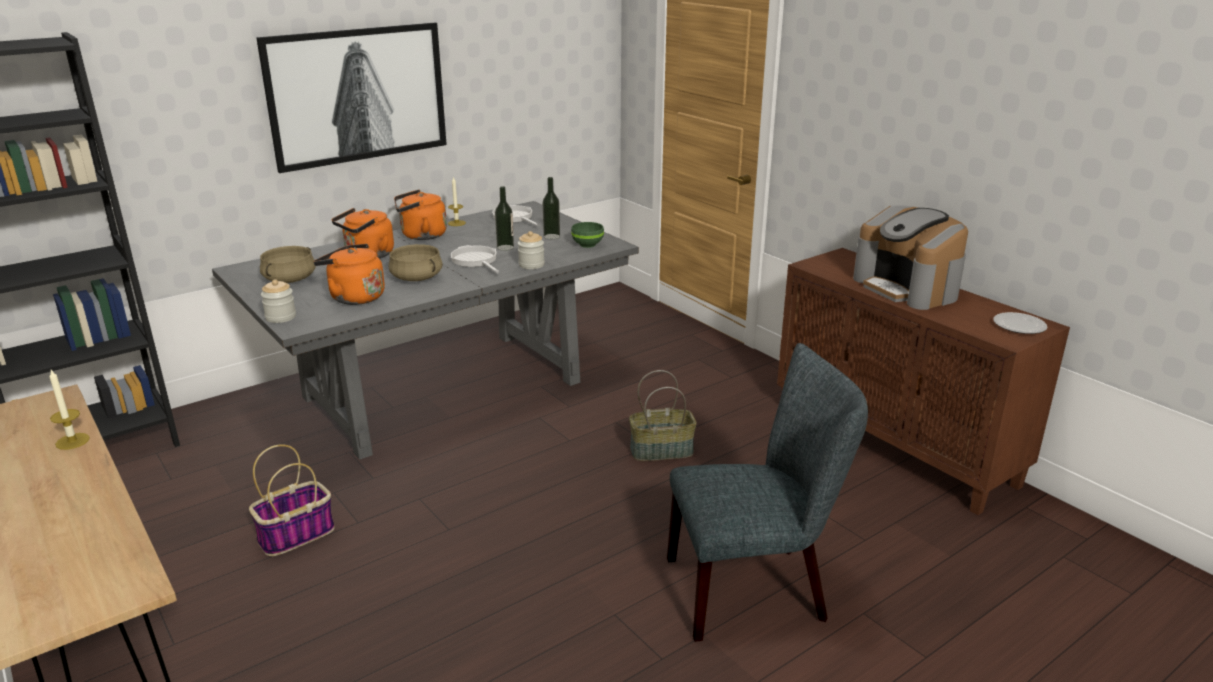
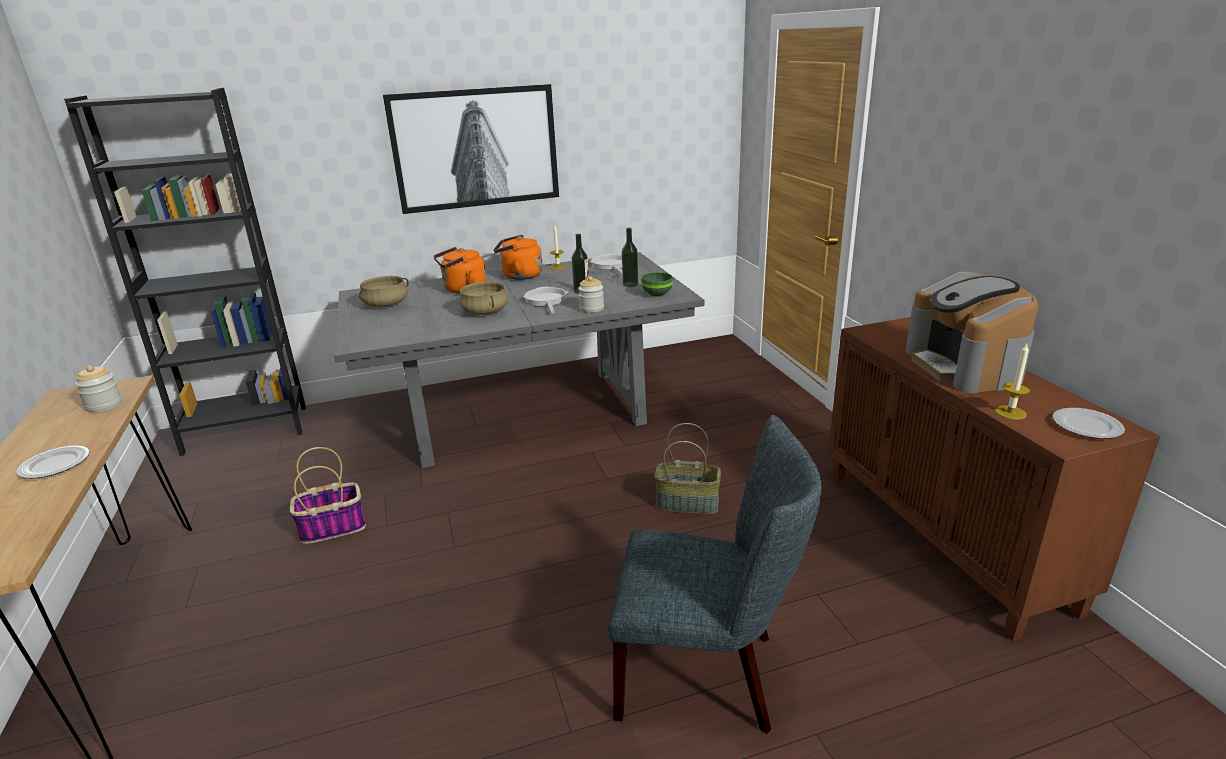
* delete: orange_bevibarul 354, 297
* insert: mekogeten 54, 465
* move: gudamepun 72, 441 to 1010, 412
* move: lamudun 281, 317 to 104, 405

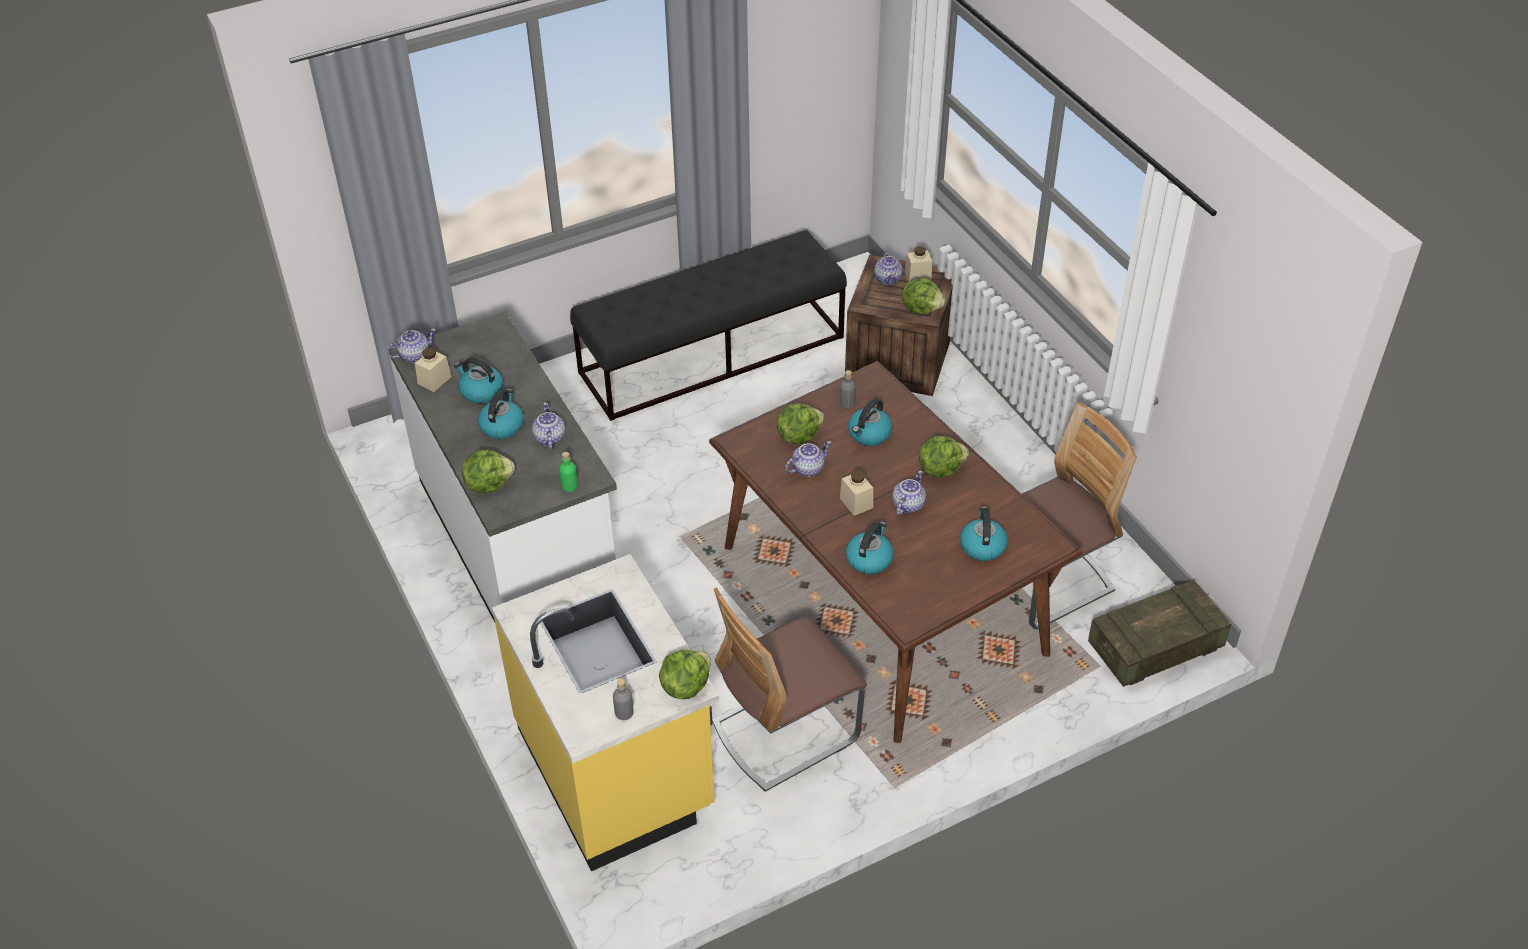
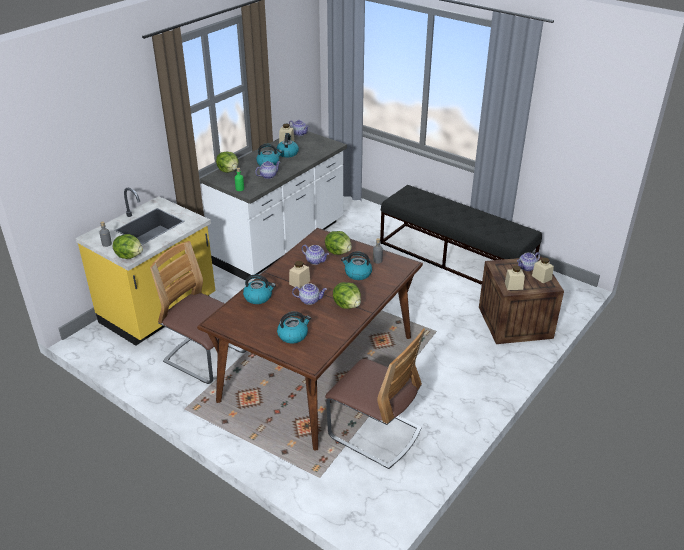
* delete: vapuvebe 1155, 647
* replace: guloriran 921, 308 to beige_lamudun 513, 286

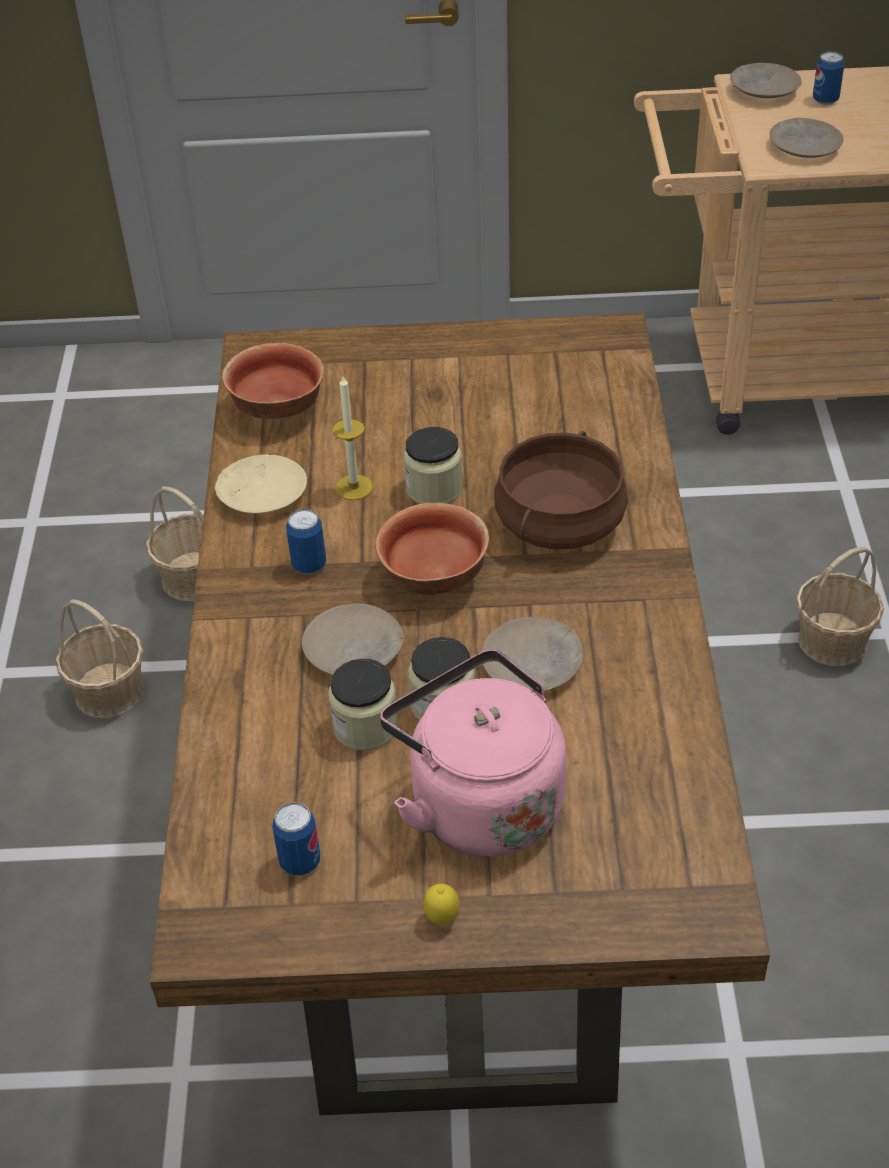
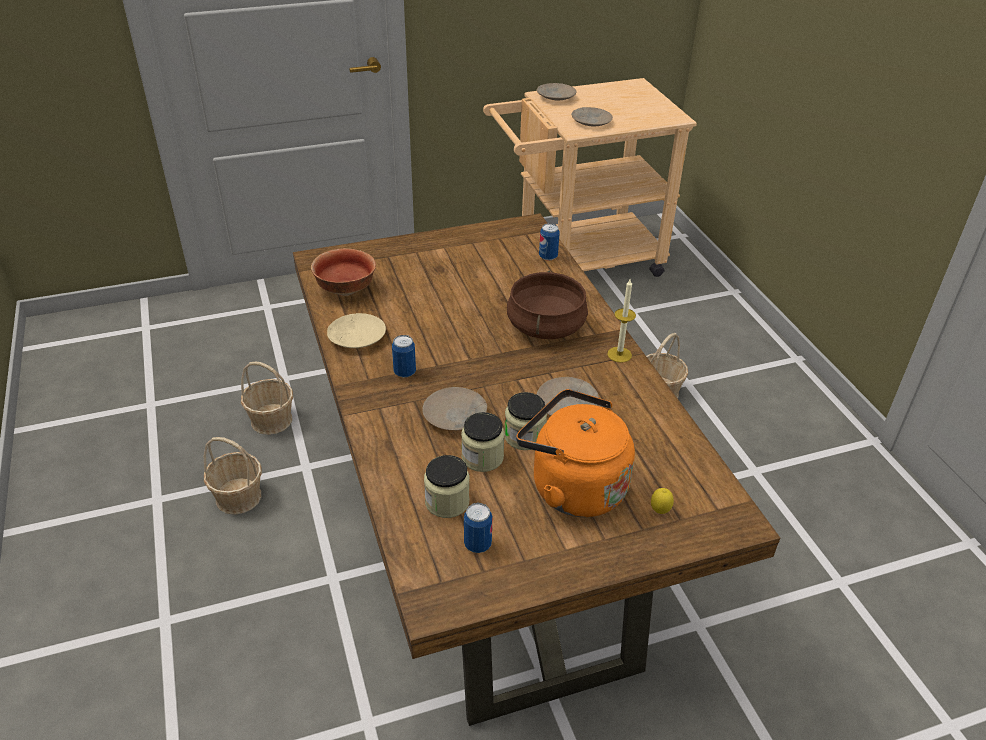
* delete: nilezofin 435, 579
* move: gudamepun 354, 487 to 619, 354
* move: lamudun 434, 489 to 447, 502
* move: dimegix 442, 919 to 660, 511
* move: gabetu 825, 100 to 548, 256
* recolor: pink_bevibarul 479, 801 to orange_bevibarul 572, 487

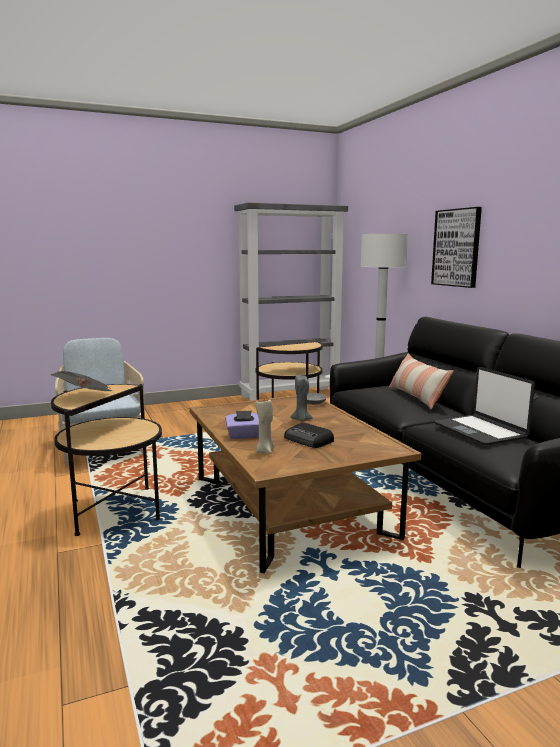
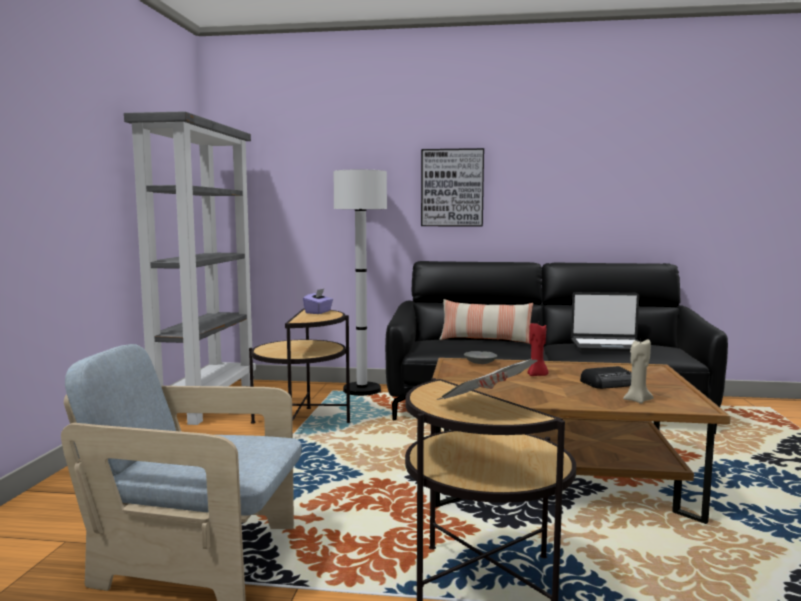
* move: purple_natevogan 244, 436 to 318, 312
* recolor: grey_gudamepun 301, 420 to red_gudamepun 537, 375

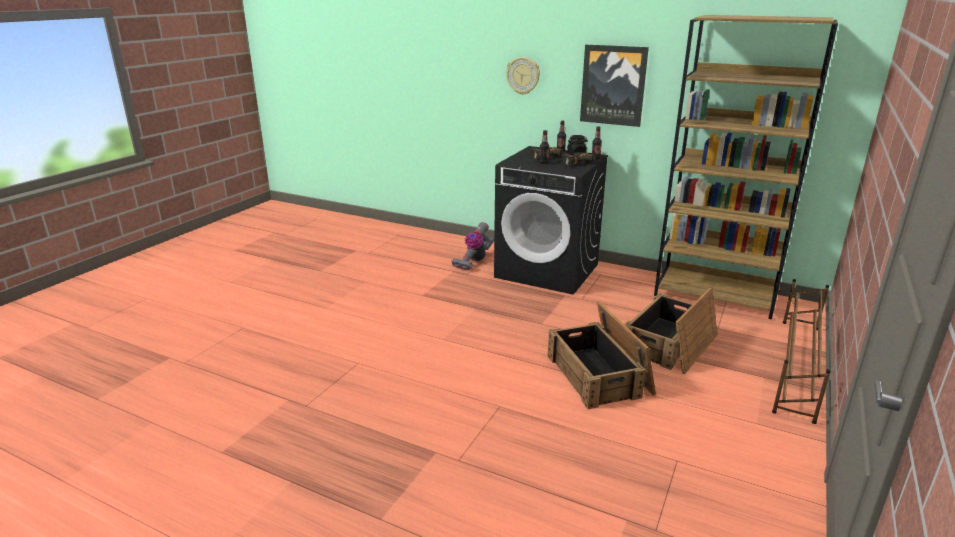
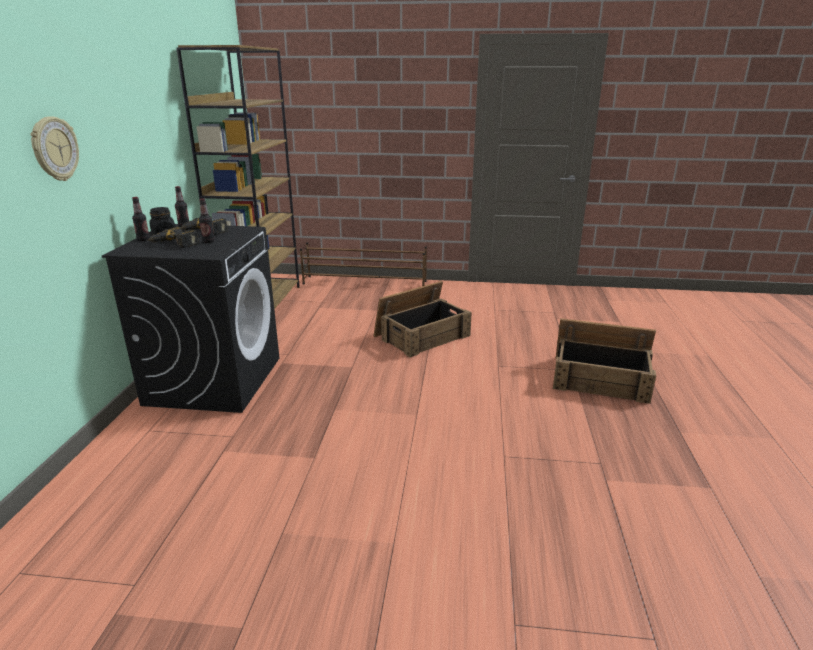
* delete: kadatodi 474, 260
* delete: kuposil 613, 85
* move: vapuvebe 670, 344 to 600, 378

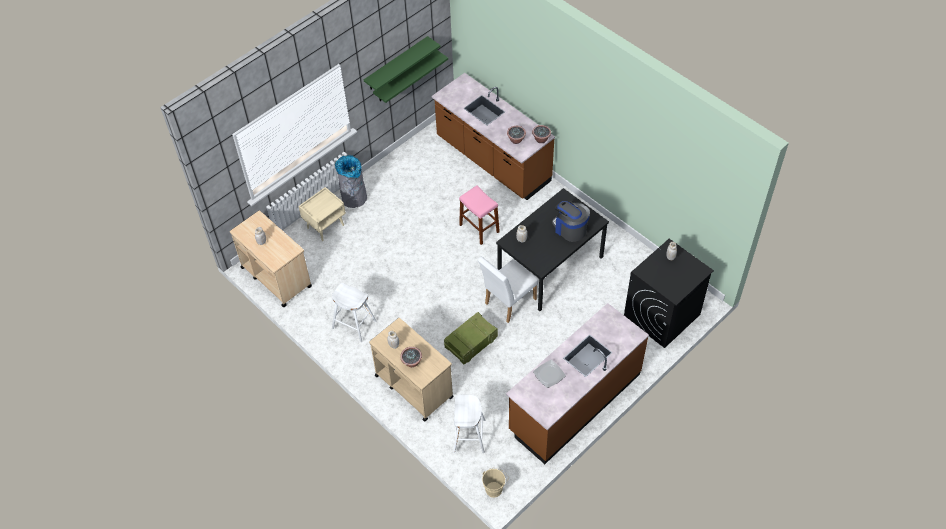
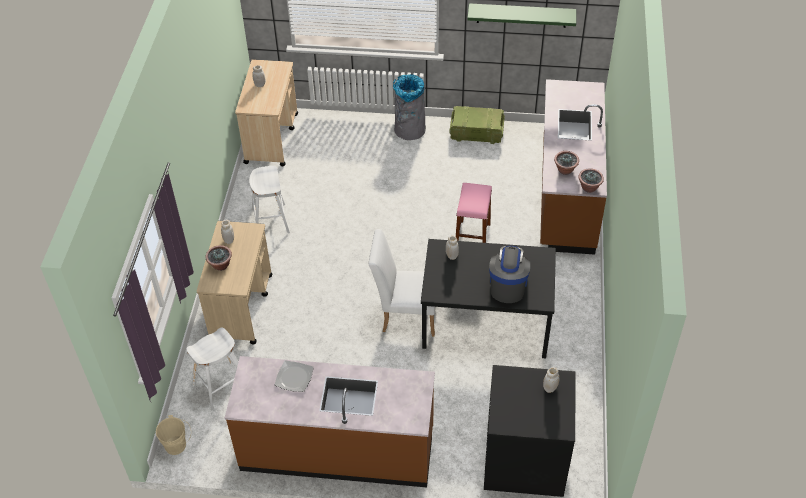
* delete: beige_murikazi 325, 226
* delete: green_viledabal 405, 76
* move: vapuvebe 471, 342 to 477, 132

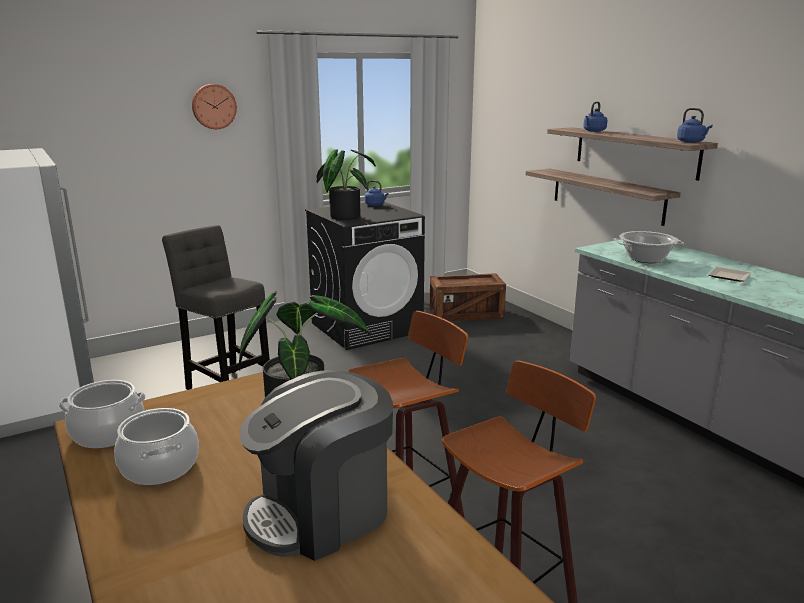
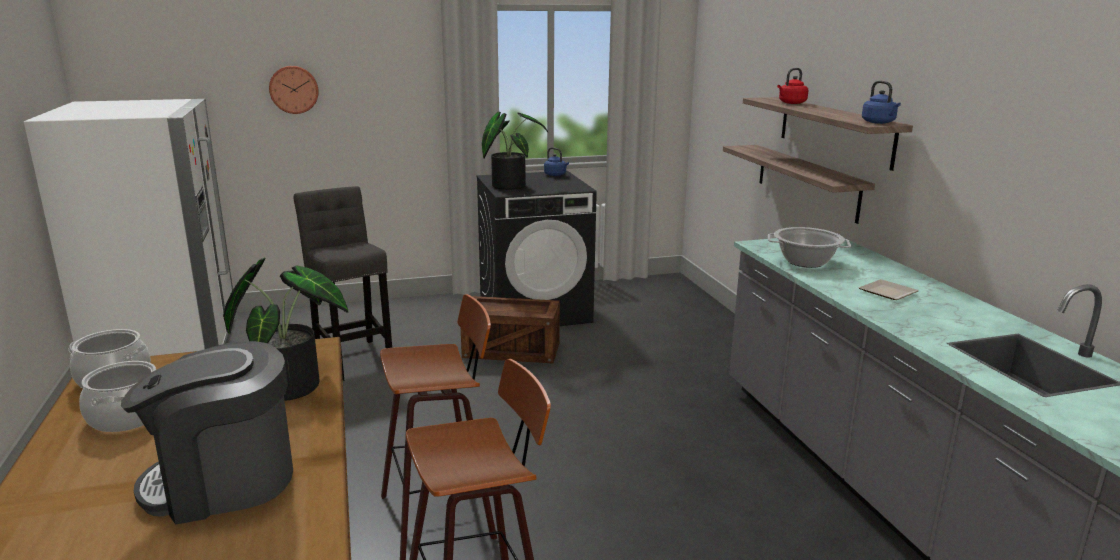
* move: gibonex 213, 106 to 294, 89
* move: vapuvebe 466, 314 to 511, 351
* recolor: blue_bevibarul 593, 131 to red_bevibarul 791, 103

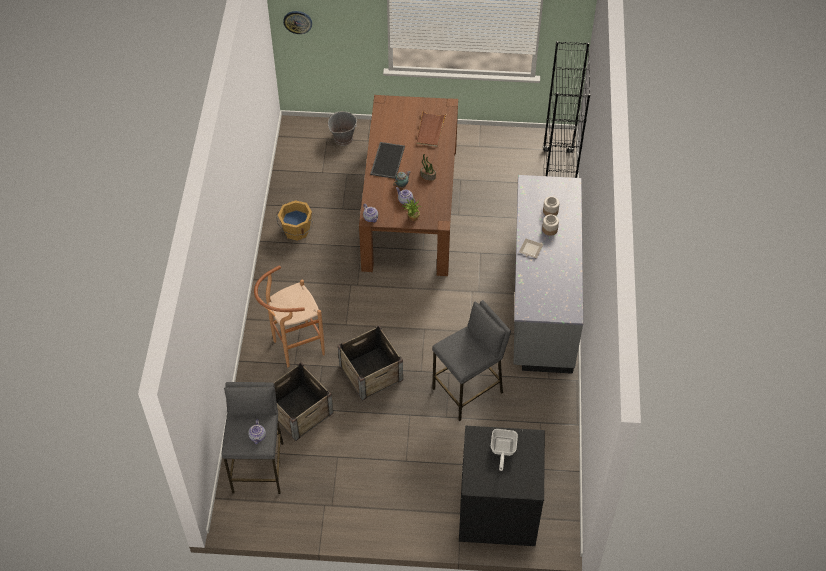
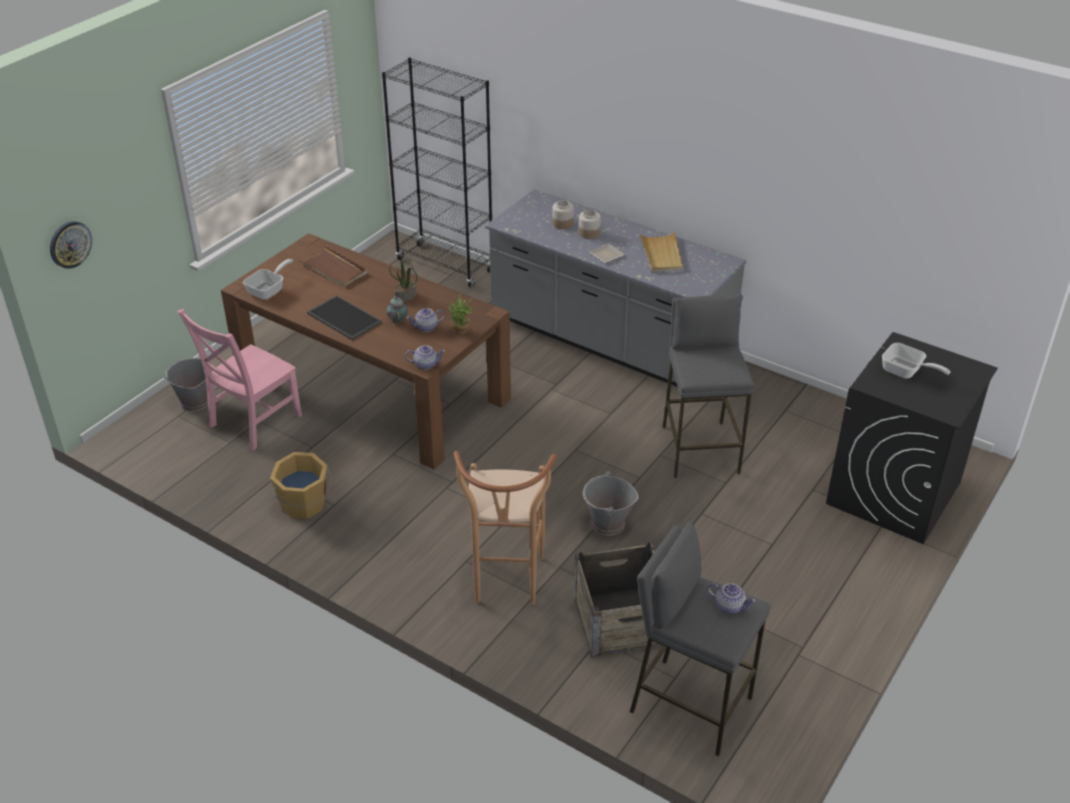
* insert: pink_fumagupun 252, 422
* insert: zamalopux 269, 290
* insert: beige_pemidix 661, 254
* replace: vapuvebe 370, 373 to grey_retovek 607, 524

